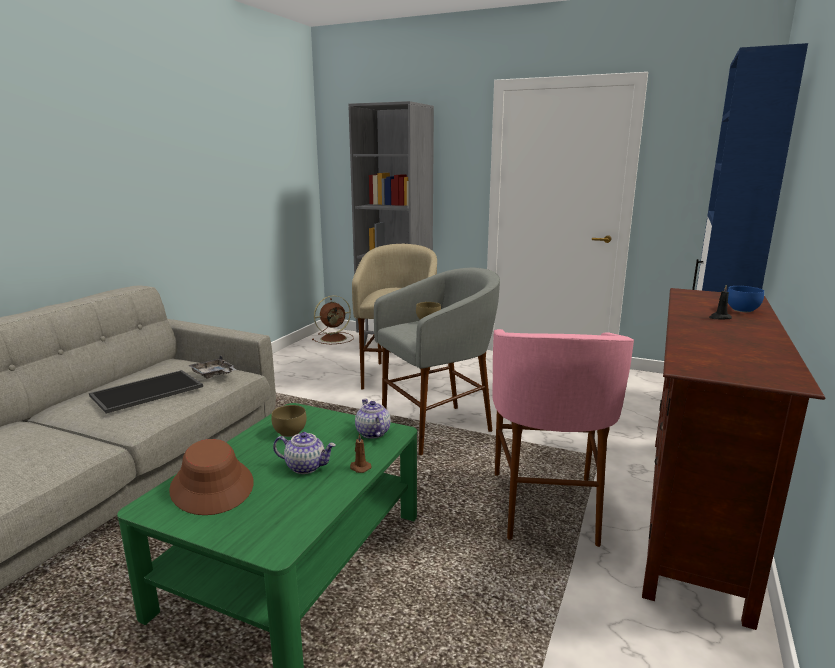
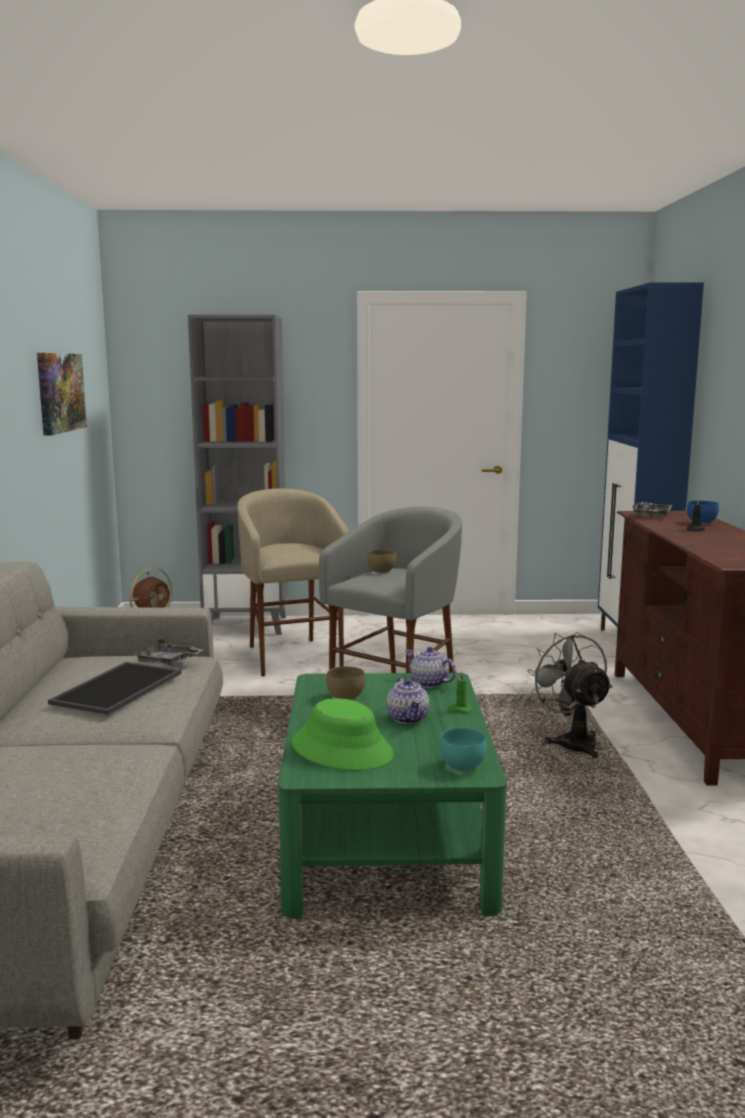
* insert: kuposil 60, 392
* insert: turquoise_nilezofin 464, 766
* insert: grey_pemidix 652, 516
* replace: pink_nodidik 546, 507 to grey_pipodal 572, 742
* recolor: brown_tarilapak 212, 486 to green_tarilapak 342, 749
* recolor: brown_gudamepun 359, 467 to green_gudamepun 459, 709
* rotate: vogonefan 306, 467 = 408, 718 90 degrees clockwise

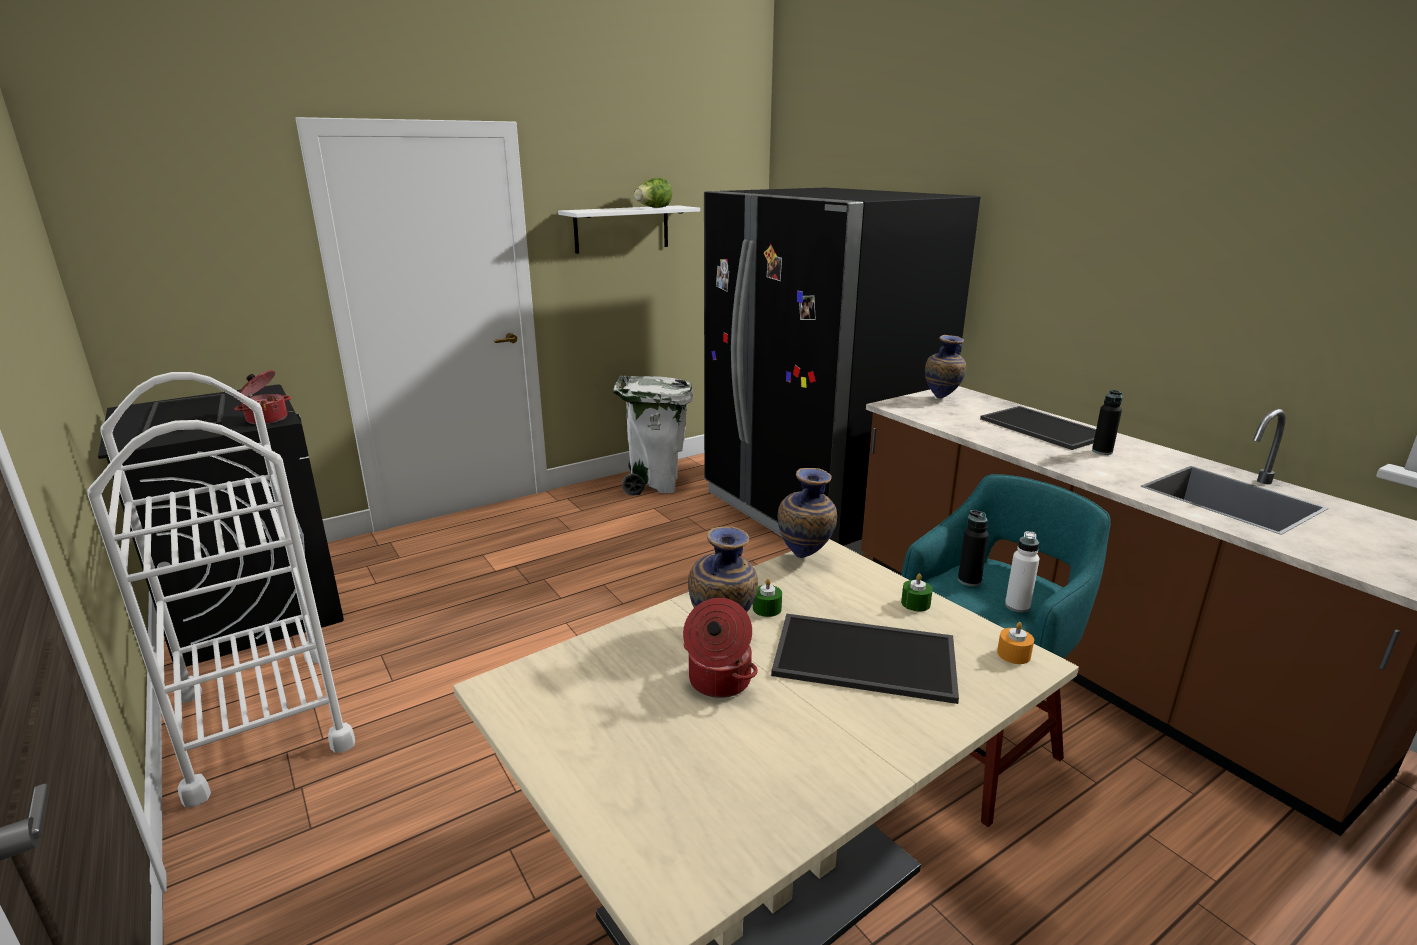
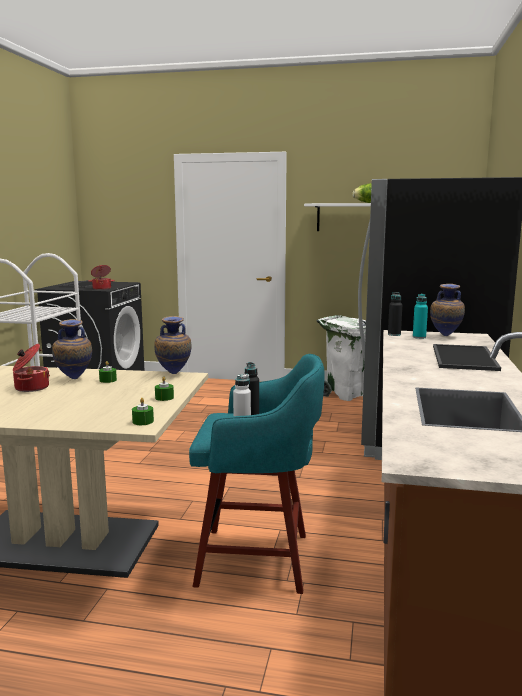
* delete: pemidix 867, 656
* insert: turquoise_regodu 419, 337
* move: black_regodu 1102, 451 to 394, 334
* recolor: orange_gudamepun 1013, 654 to green_gudamepun 143, 421

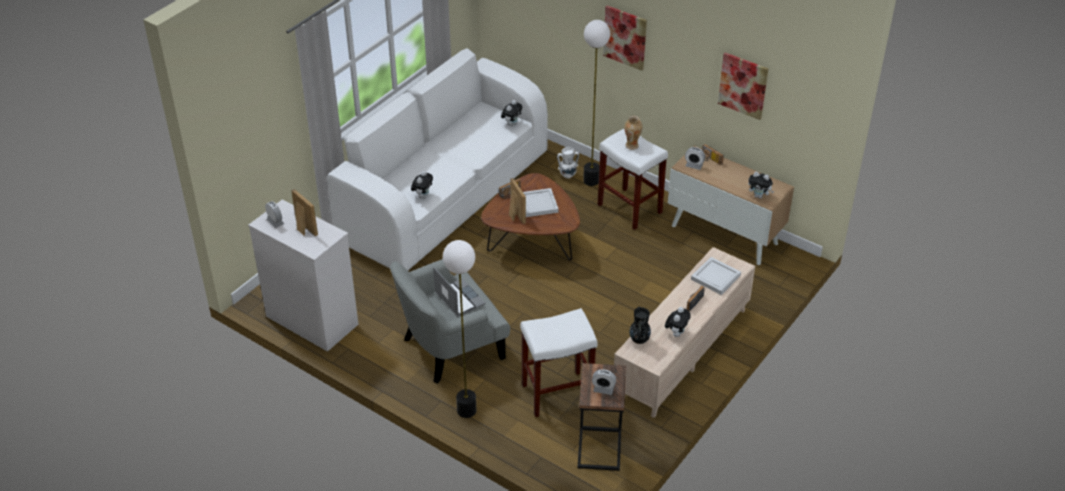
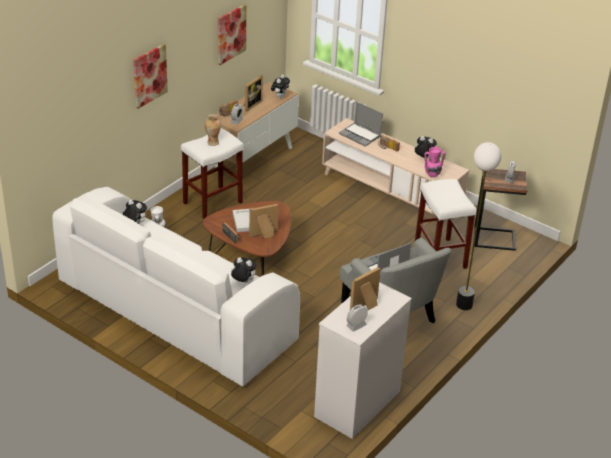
* delete: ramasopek 591, 180
* insert: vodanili 251, 104
* replace: white_pemidix 716, 278 to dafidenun 360, 135
* recolor: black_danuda 639, 340 to pink_danuda 432, 175

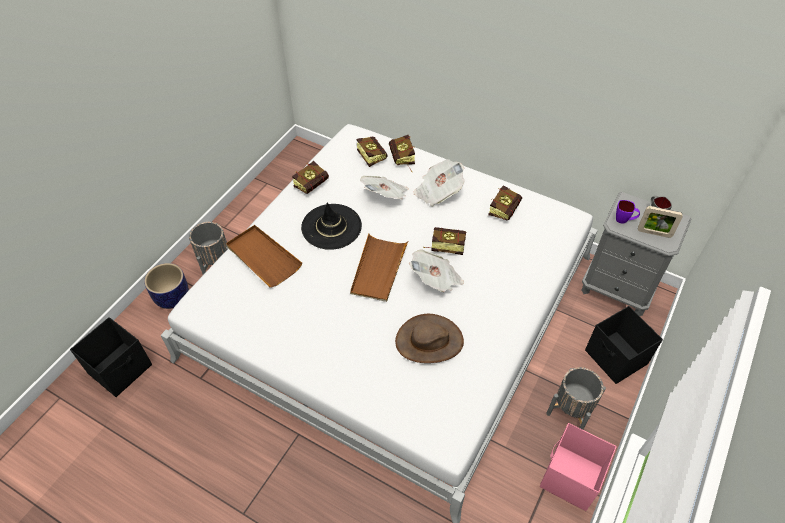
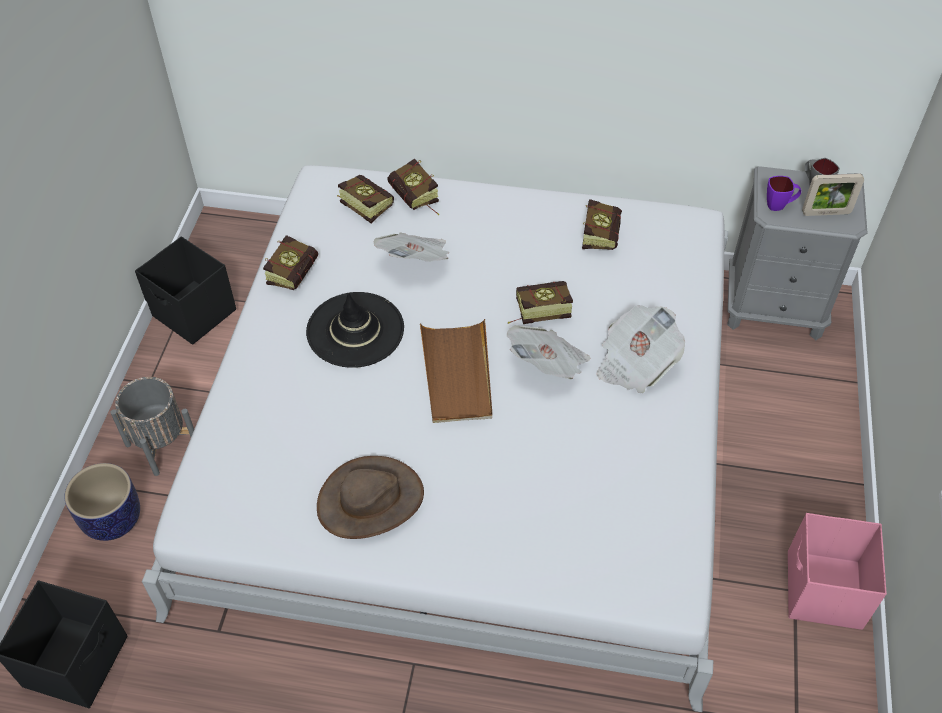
* delete: brown_pemidix 263, 257
* delete: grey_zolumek 570, 409
* move: brown_tarilapak 429, 341 to 370, 500
* move: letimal 438, 192 to 635, 363
* move: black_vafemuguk 616, 358 to 194, 313

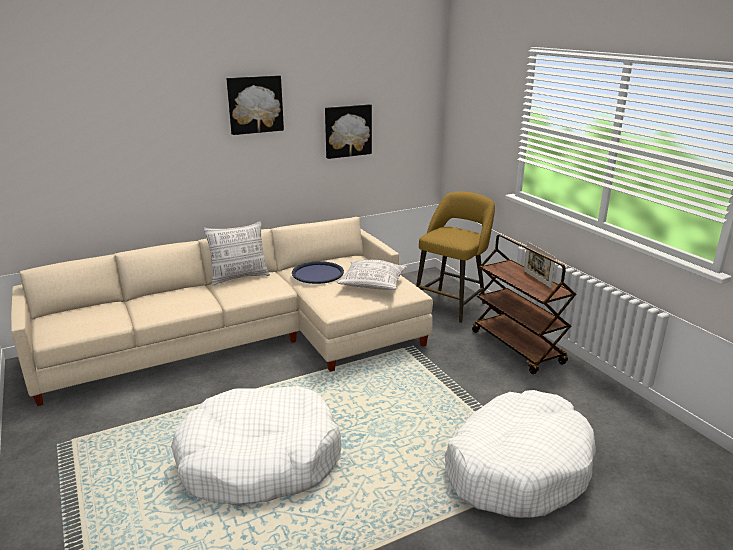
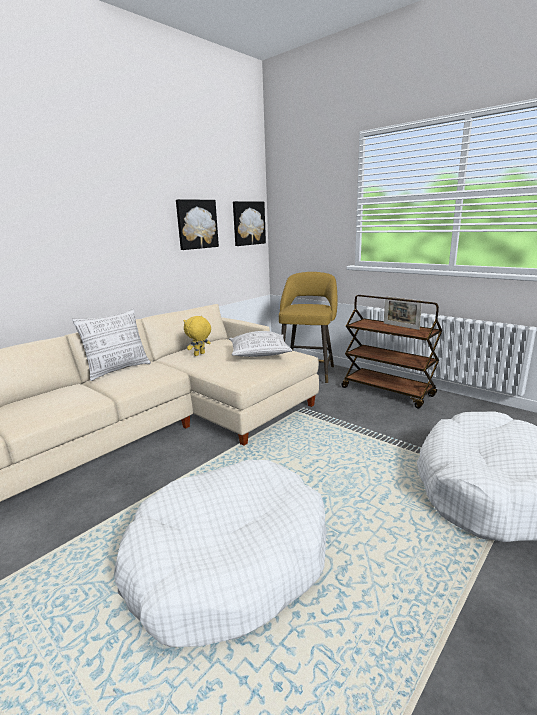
* move: kuposil 255, 104 to 248, 223
* replace: blue_pemidix 318, 273 to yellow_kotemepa 199, 354

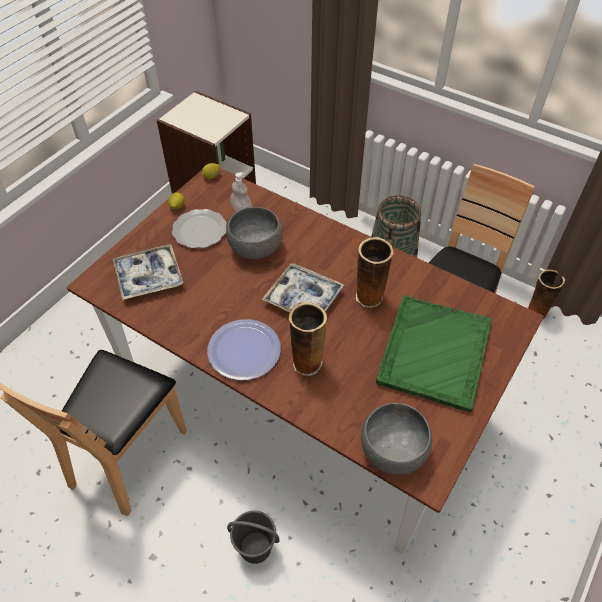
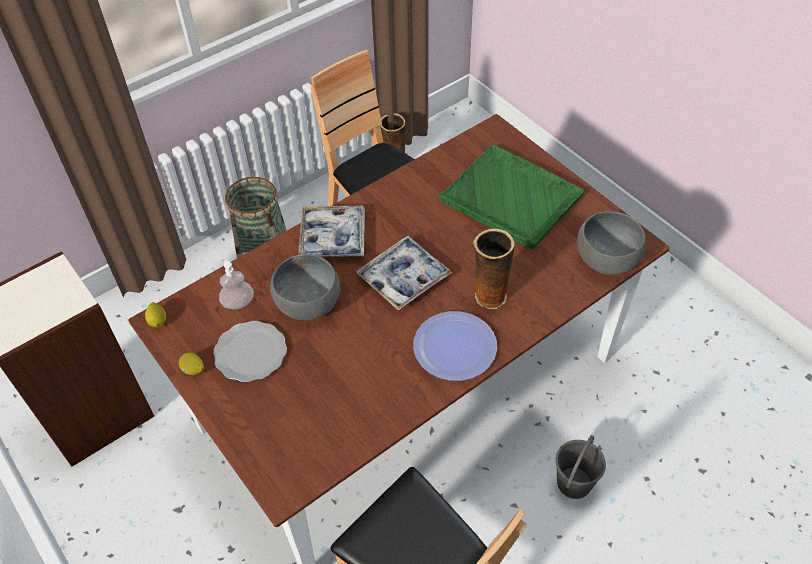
* delete: danuda 369, 298
* move: pemidix 149, 277 to 333, 237

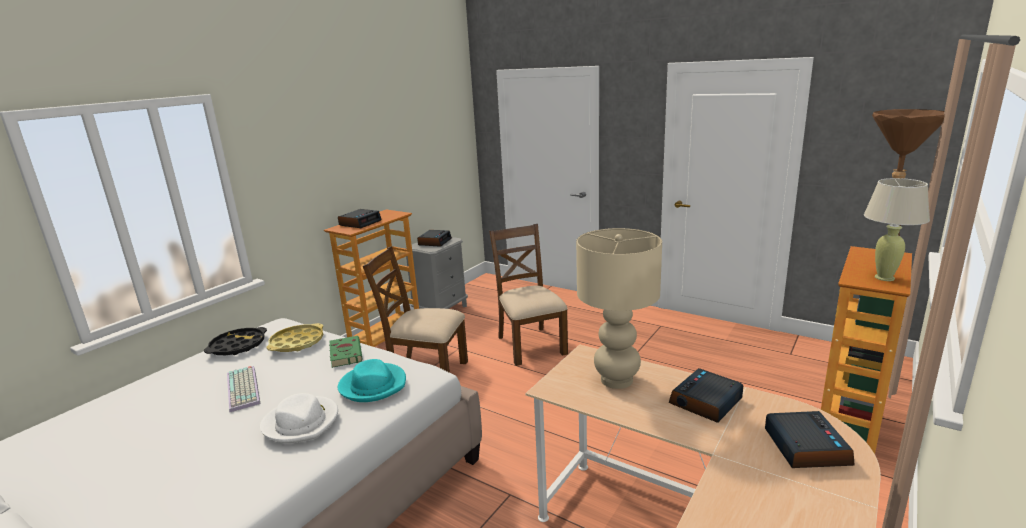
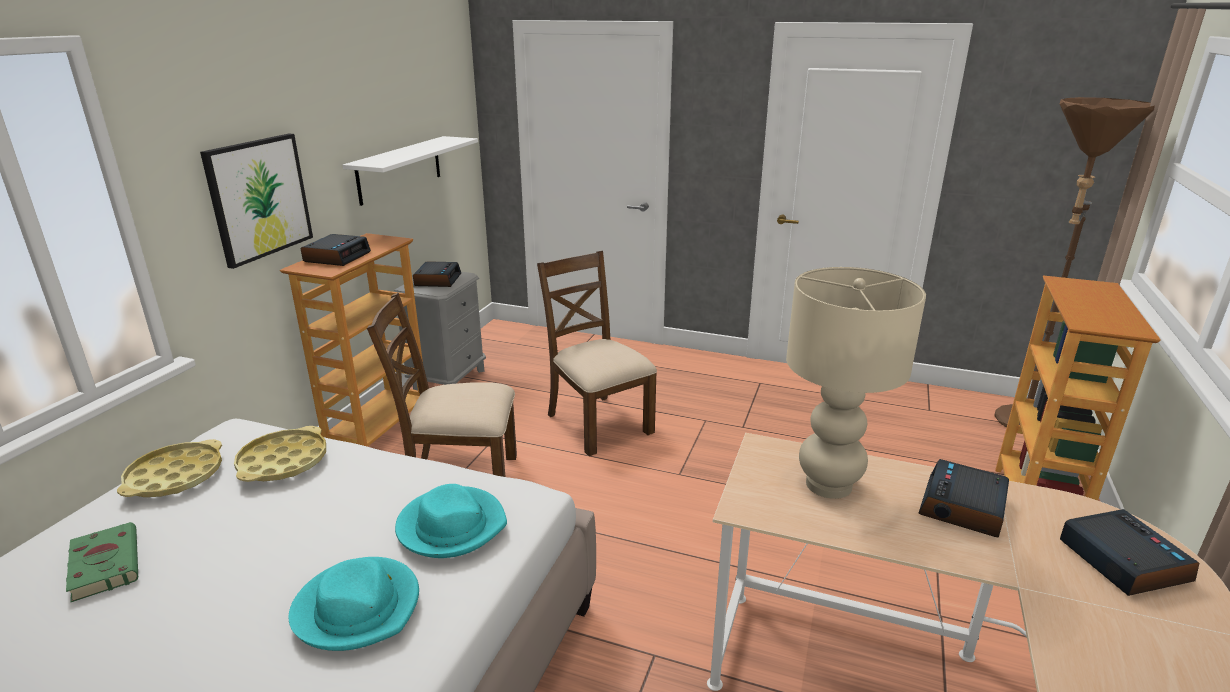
* delete: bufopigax 244, 389
* delete: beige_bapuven 884, 278
* insert: kuposil 259, 198
* insert: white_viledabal 400, 169
* move: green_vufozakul 345, 353 to 105, 564
* recolor: black_pemidix 237, 346 to yellow_pemidix 175, 476
* recolor: white_tarilapak 301, 422 to turquoise_tarilapak 358, 607

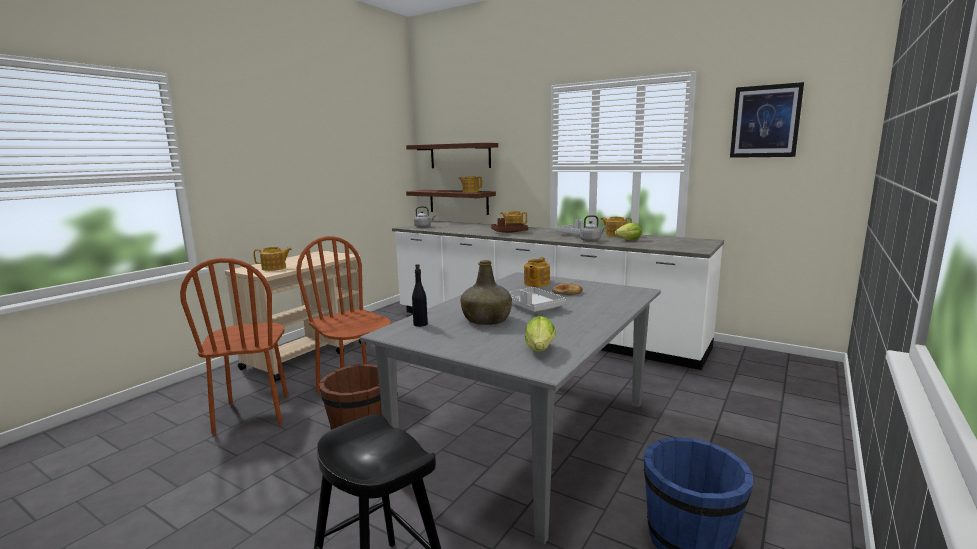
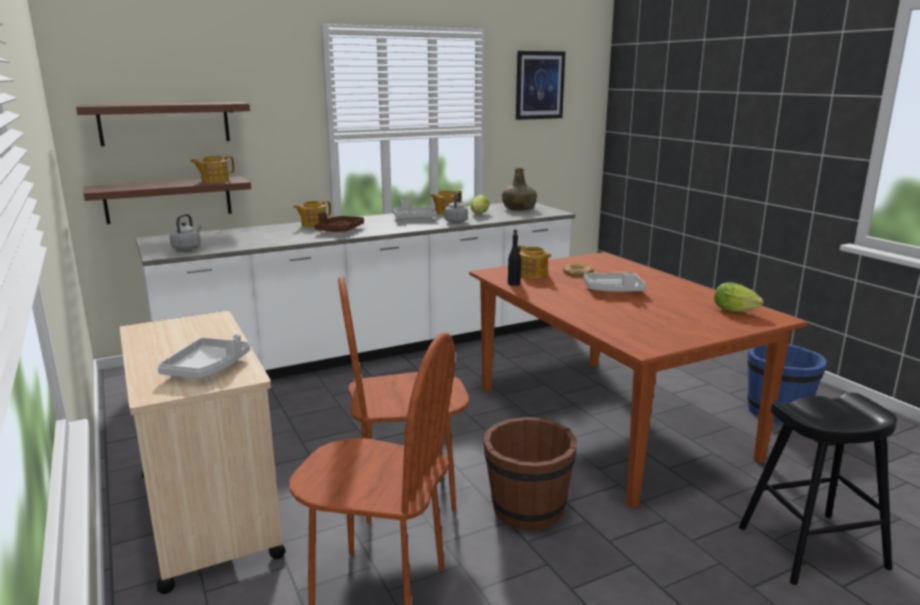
* move: black_regodu 420, 324 to 513, 284
* move: green_regodu 487, 320 to 519, 209
* replace: vogonefan 274, 268 to grey_pemidix 207, 368
* recolor: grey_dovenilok 529, 436 to brown_dovenilok 607, 421

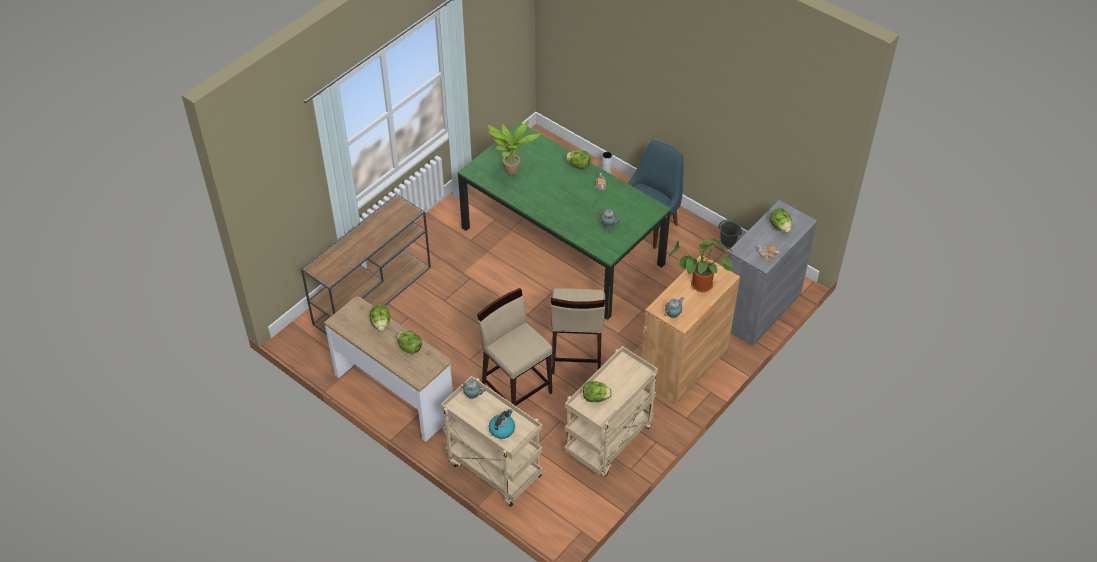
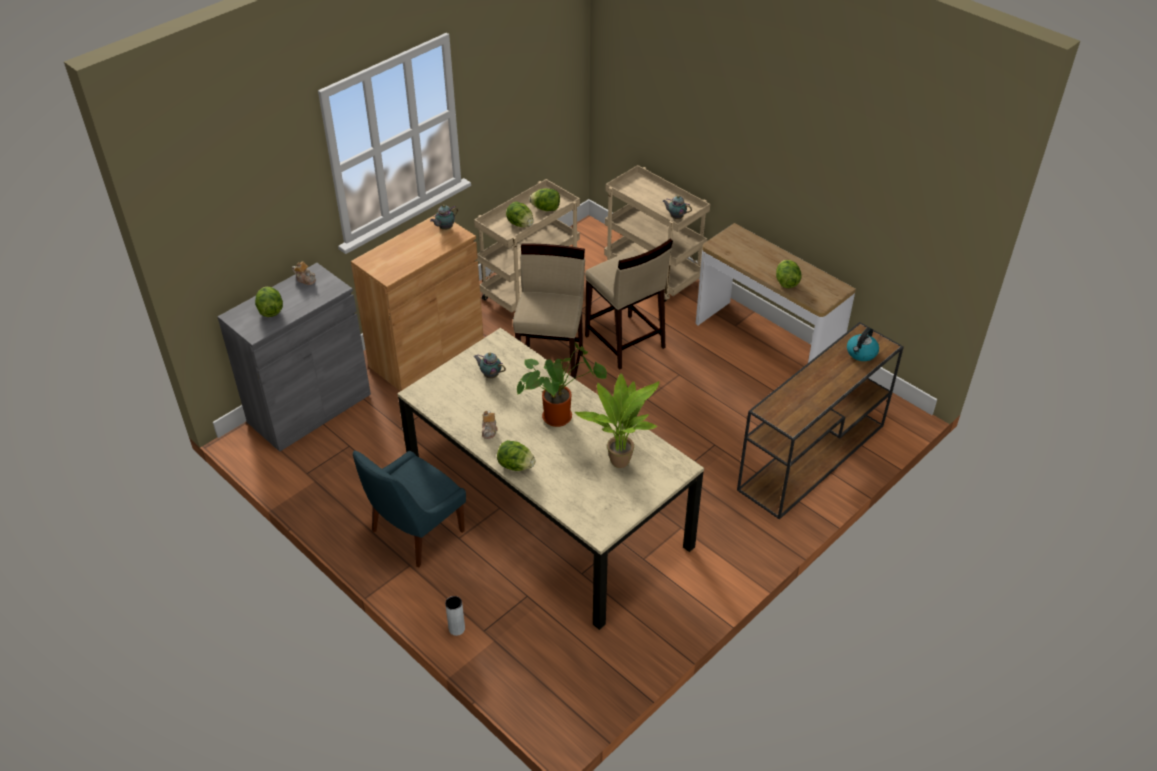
* delete: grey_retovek 728, 242
* move: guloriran 409, 348 to 520, 224
* move: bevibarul 502, 429 to 861, 353
* move: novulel 700, 286 to 559, 415
* recolor: green_dovenilok 561, 246 to beige_dovenilok 549, 509

